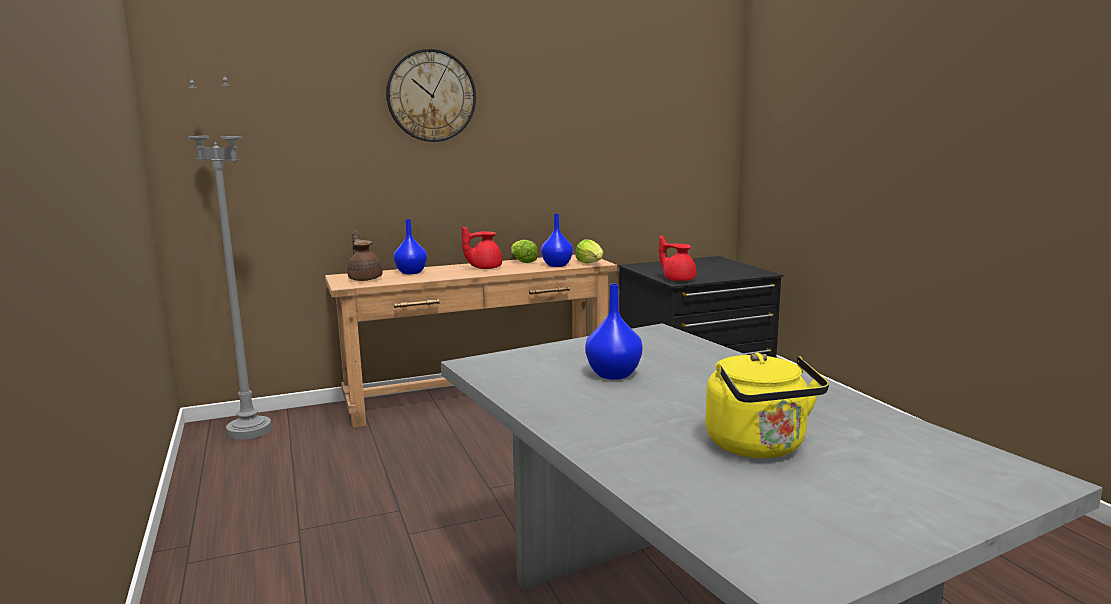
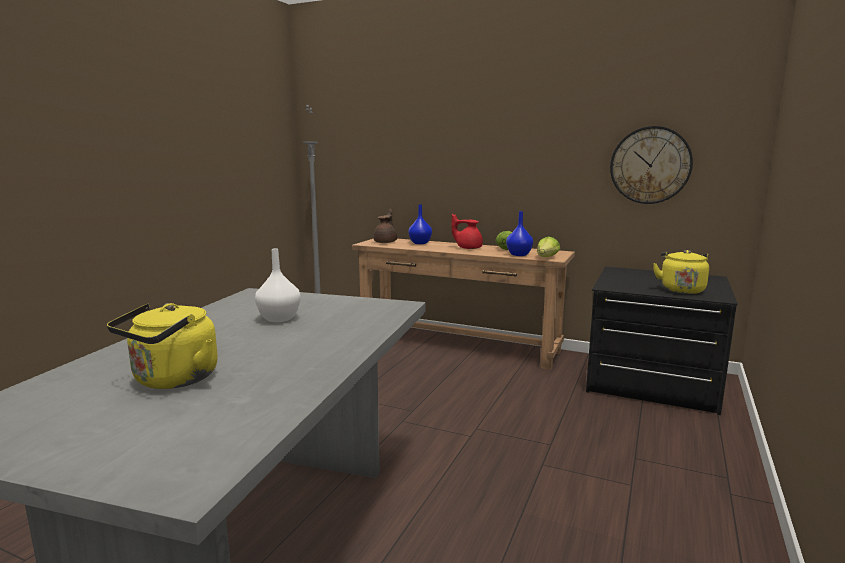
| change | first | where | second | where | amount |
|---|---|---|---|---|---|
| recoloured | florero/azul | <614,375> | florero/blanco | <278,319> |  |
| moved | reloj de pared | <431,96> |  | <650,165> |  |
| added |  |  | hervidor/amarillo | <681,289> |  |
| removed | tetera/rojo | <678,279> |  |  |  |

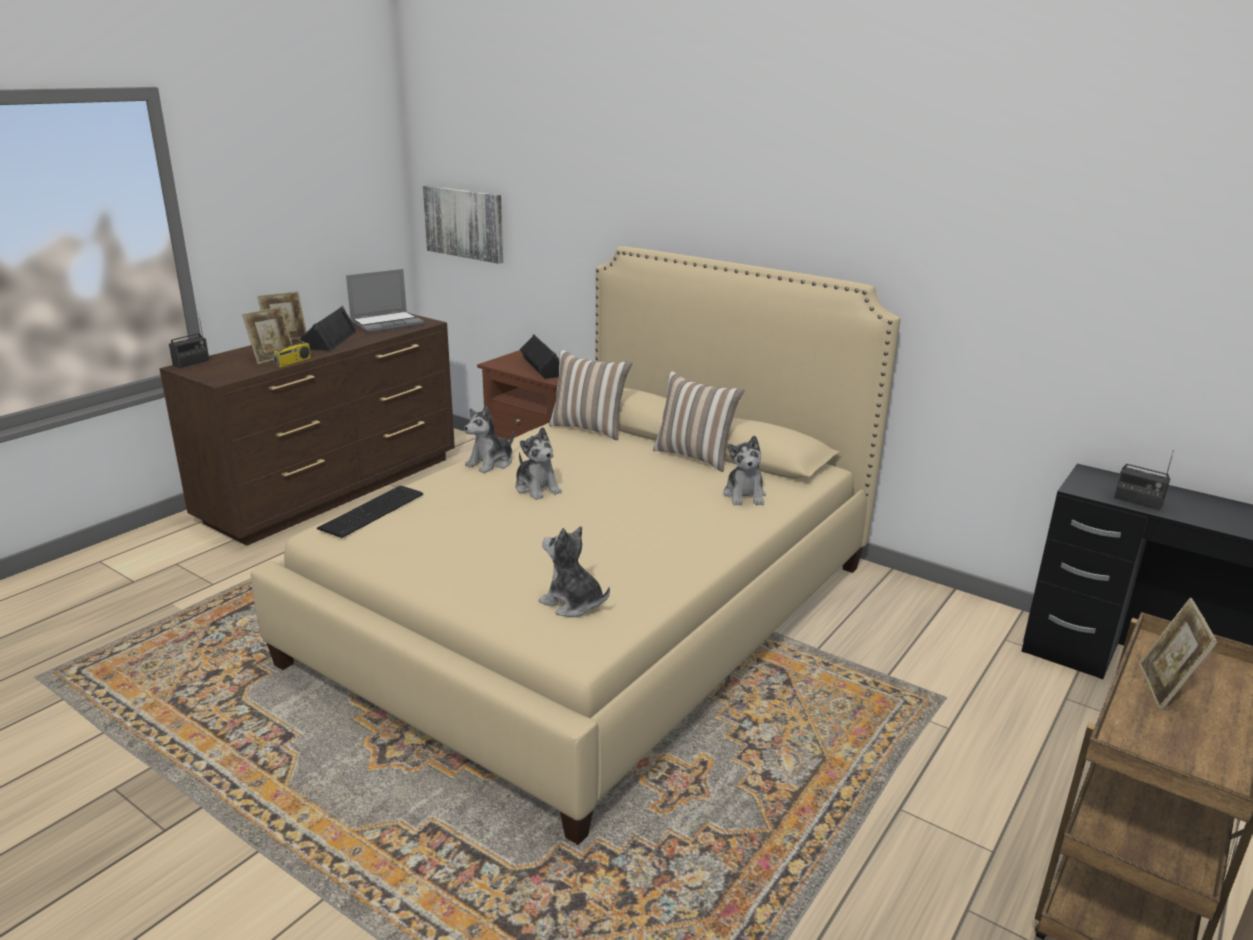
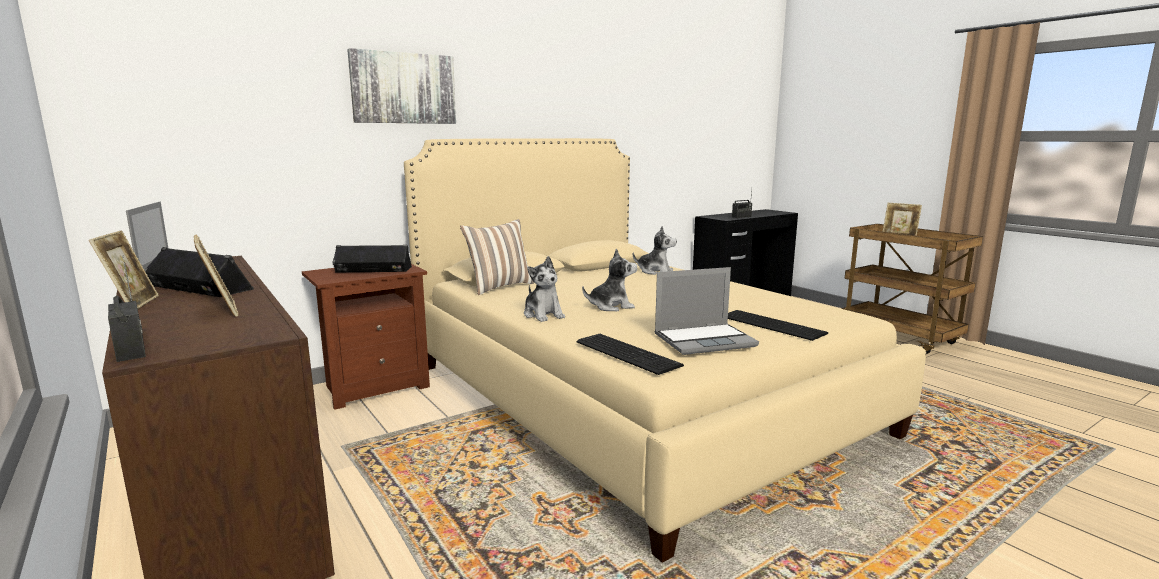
| change | first | where | second | where | amount |
|---|---|---|---|---|---|
| moved | cuadro | <464,223> |  | <403,88> |  |
| added |  |  | portátil | <705,340> |  |
| added |  |  | teclado | <772,324> |  |
| removed | radio | <293,362> |  |  |  |
| removed | peluche | <572,603> |  |  |  |
| removed | cojín | <695,456> |  |  |  |

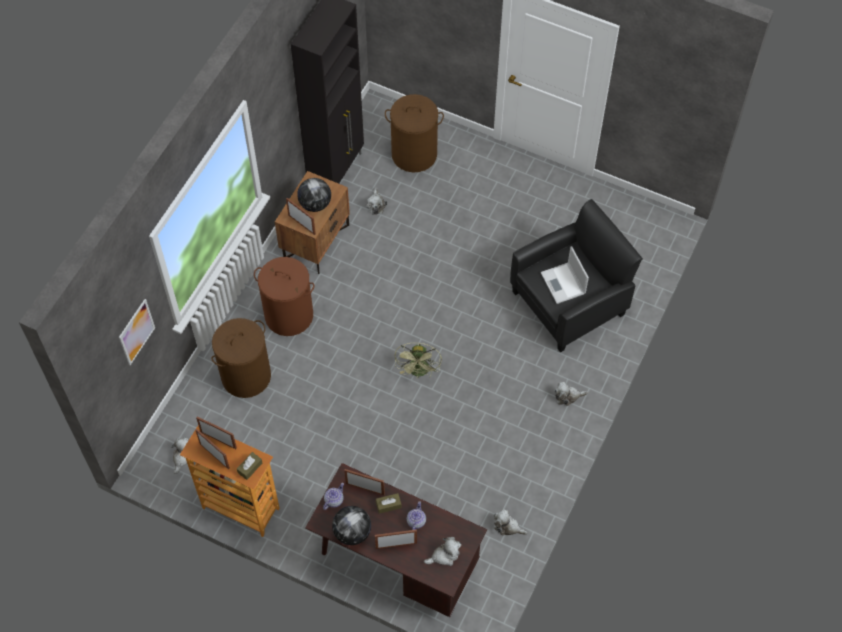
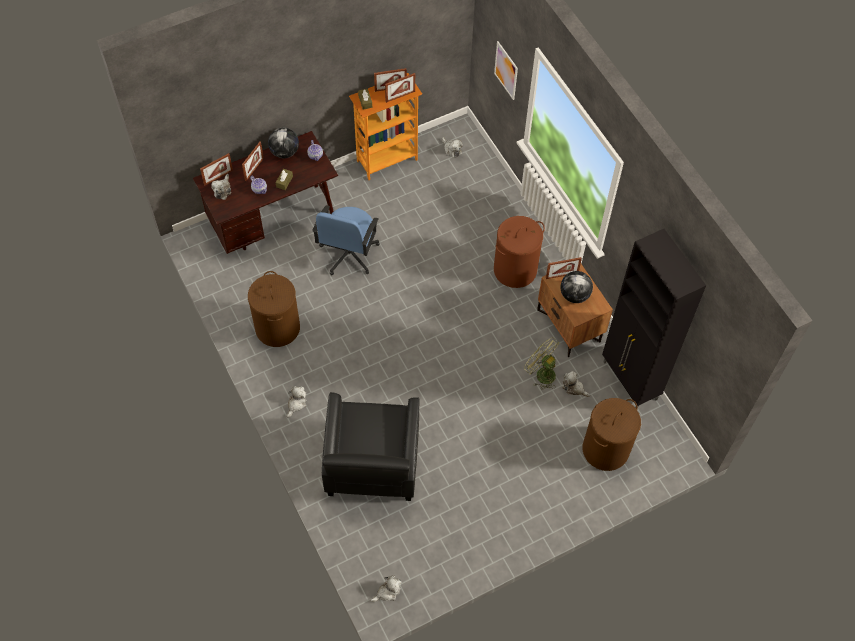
| change | first | where | second | where | amount |
|---|---|---|---|---|---|
| moved | portarretratos | <365,488> |  | <218,177> |  |
| moved | cesto de la ropa/marrón | <246,375> |  | <278,328> |  |
| added |  |  | silla de oficina/azul | <348,254> |  |
| moved | peluche | <507,527> |  | <387,592> |  |
| moved | ventilador/verde | <419,372> |  | <541,373> |  |
| removed | portátil | <563,284> |  |  |  |

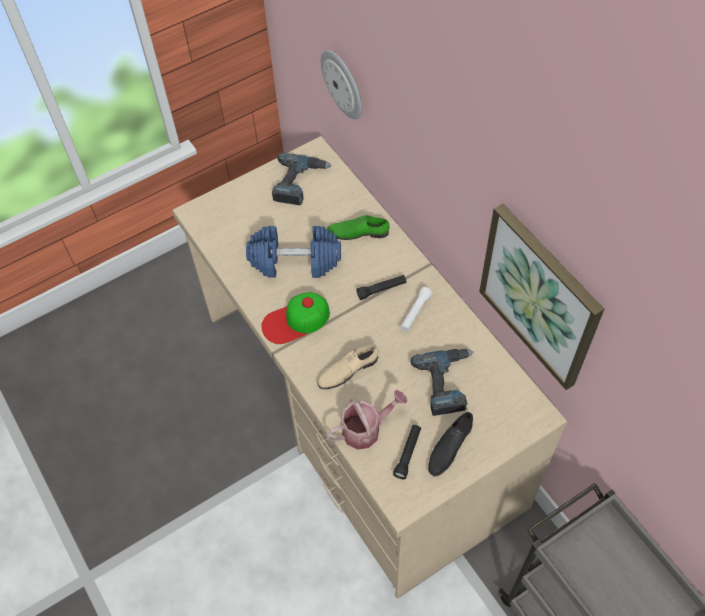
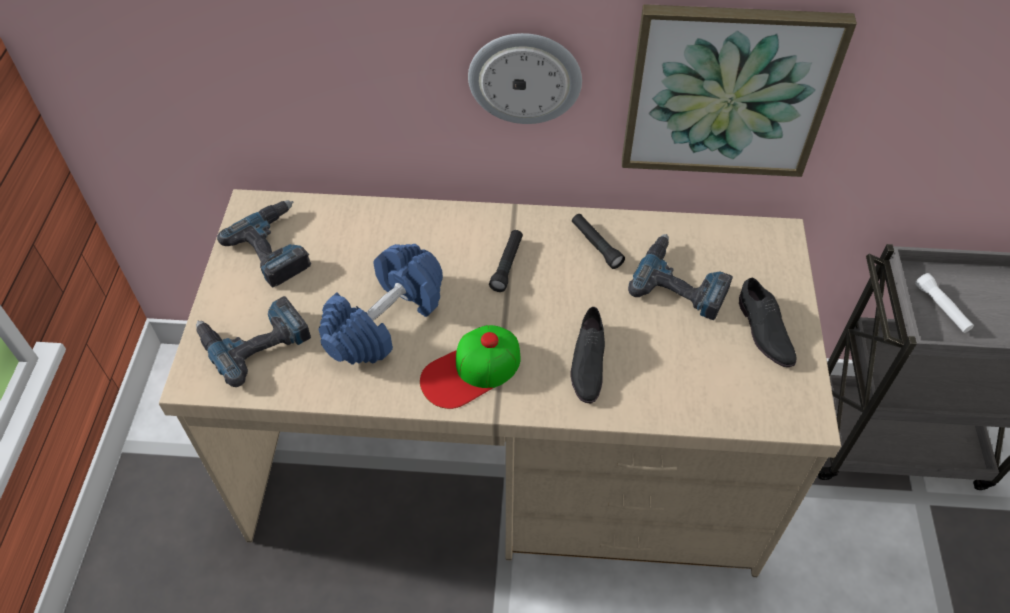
| change | first | where | second | where | amount |
|---|---|---|---|---|---|
| added |  |  | taladro | <254,340> |  |
| turned | gorra | <296,321> |  | <471,371> | 45 degrees clockwise |
| moved | reloj de pared | <343,83> |  | <525,77> |  |
| recoloured | zapato/beis | <347,370> | zapato/negro | <587,362> |  |
| moved | linterna/negro | <408,454> |  | <596,245> |  |
| moved | linterna/blanco | <415,312> |  | <941,308> |  |
| removed | regadera | <366,429> |  |  |  |
| removed | zapato/verde | <357,232> |  |  |  |

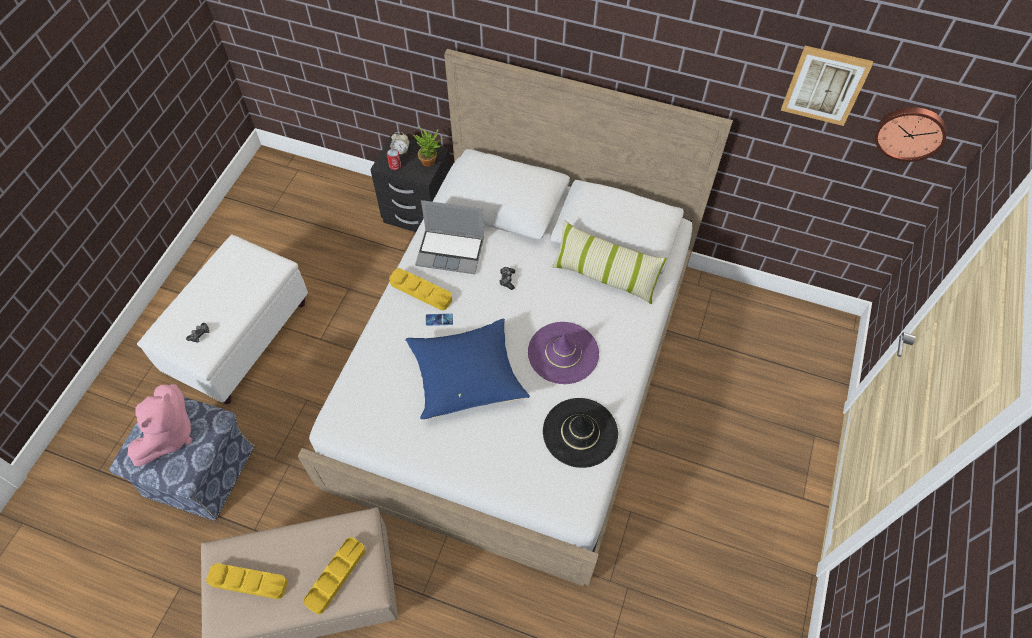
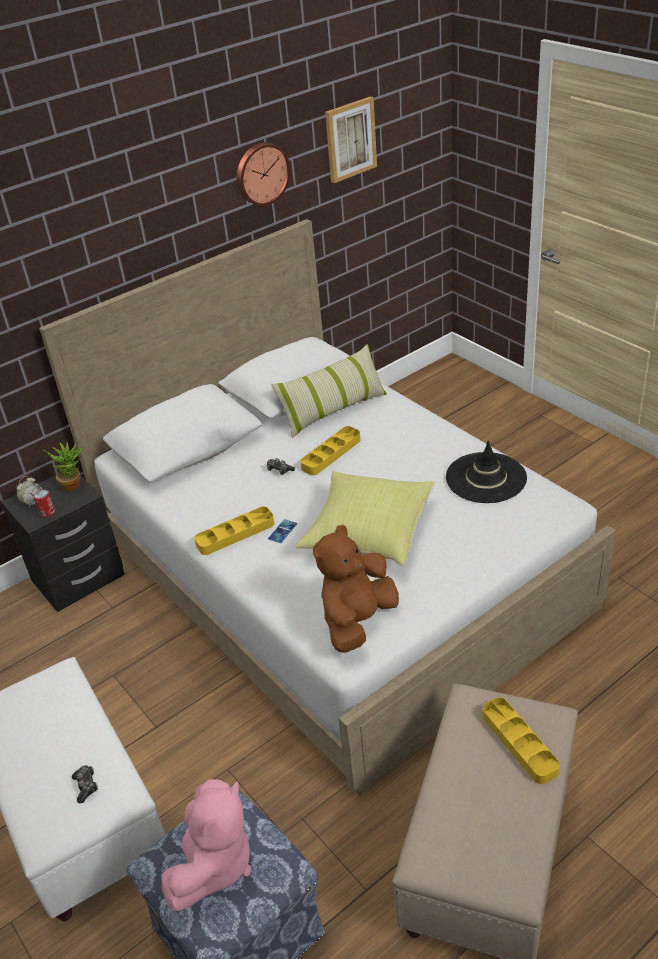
| change | first | where | second | where | amount |
|---|---|---|---|---|---|
| turned | peluche/rosa | <169,435> |  | <214,864> | 60 degrees clockwise |
| moved | reloj de pared | <910,132> |  | <261,173> |  |
| recoloured | cojín/azul | <467,377> | cojín/amarillo | <368,532> |  |
| moved | bandeja/amarillo | <248,582> |  | <331,454> |  |
| added |  |  | peluche/marrón | <357,621> |  |
| removed | portátil | <451,251> |  |  |  |
| removed | sombrero/morado | <563,353> |  |  |  |

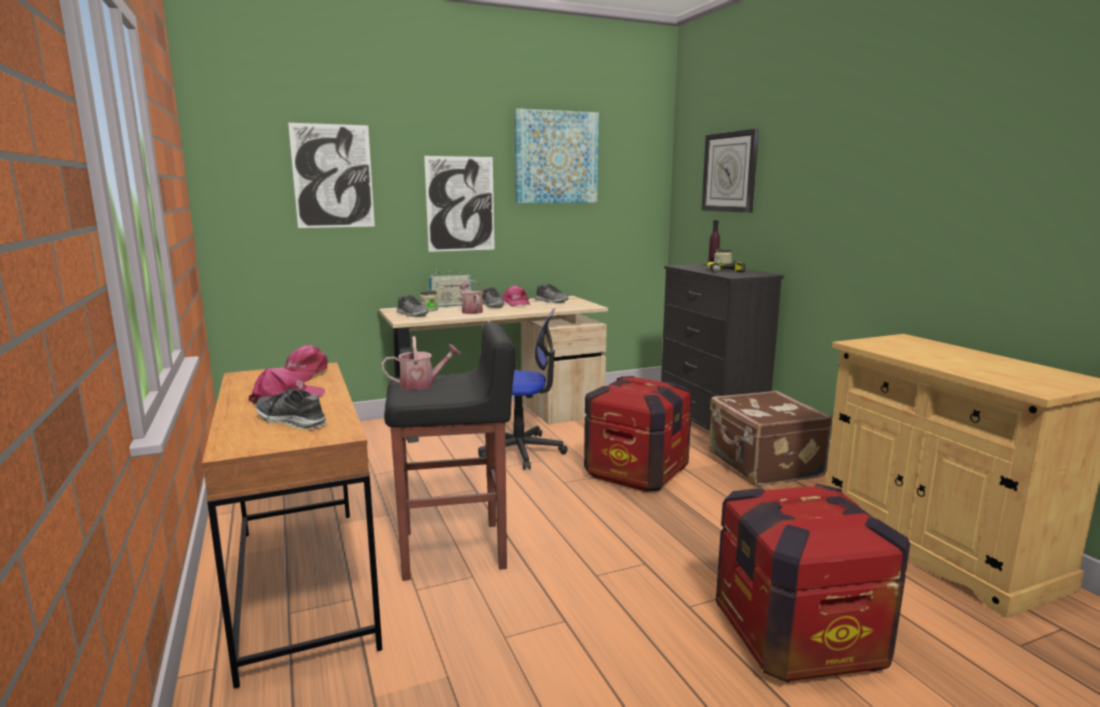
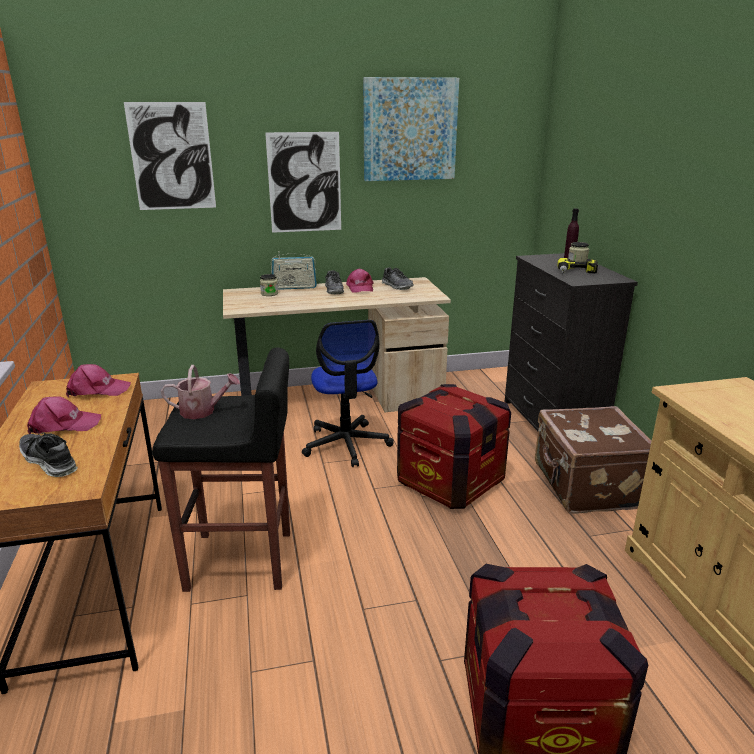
| change | first | where | second | where | amount |
|---|---|---|---|---|---|
| turned | gorra/rosa | <303,374> |  | <98,390> | 120 degrees counterclockwise |
| turned | silla de oficina | <521,451> |  | <346,444> | 60 degrees clockwise |
| removed | zapato | <412,315> |  |  |  |
| removed | regadera | <471,311> |  |  |  |
| removed | reloj de pared | <730,172> |  |  |  |

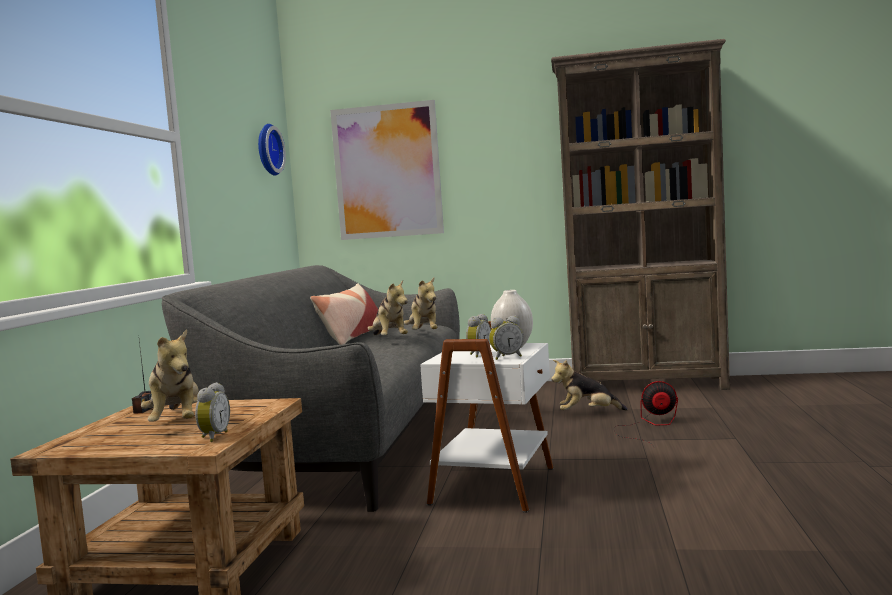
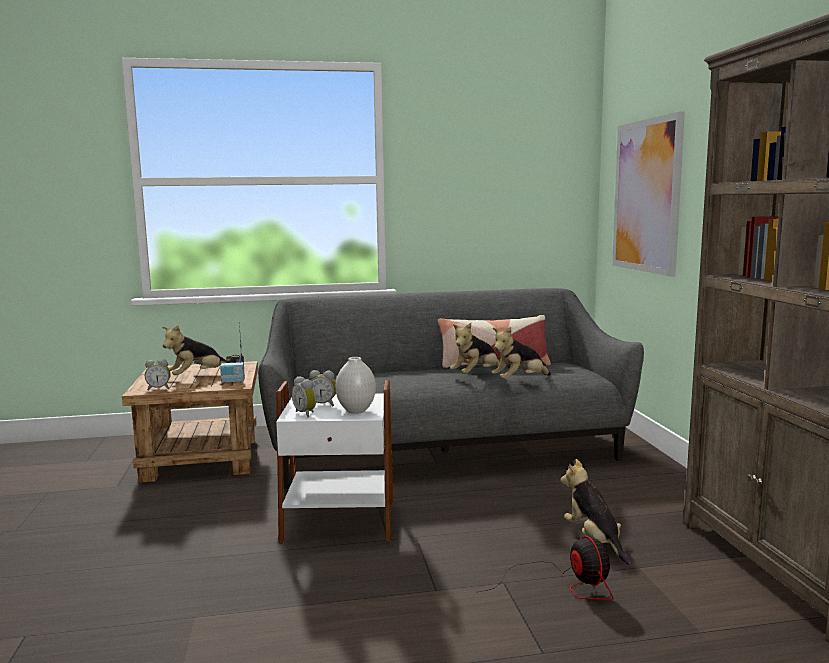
| change | first | where | second | where | amount |
|---|---|---|---|---|---|
| added |  |  | radio | <233,382> |  |
| removed | reloj de pared | <267,150> |  |  |  |

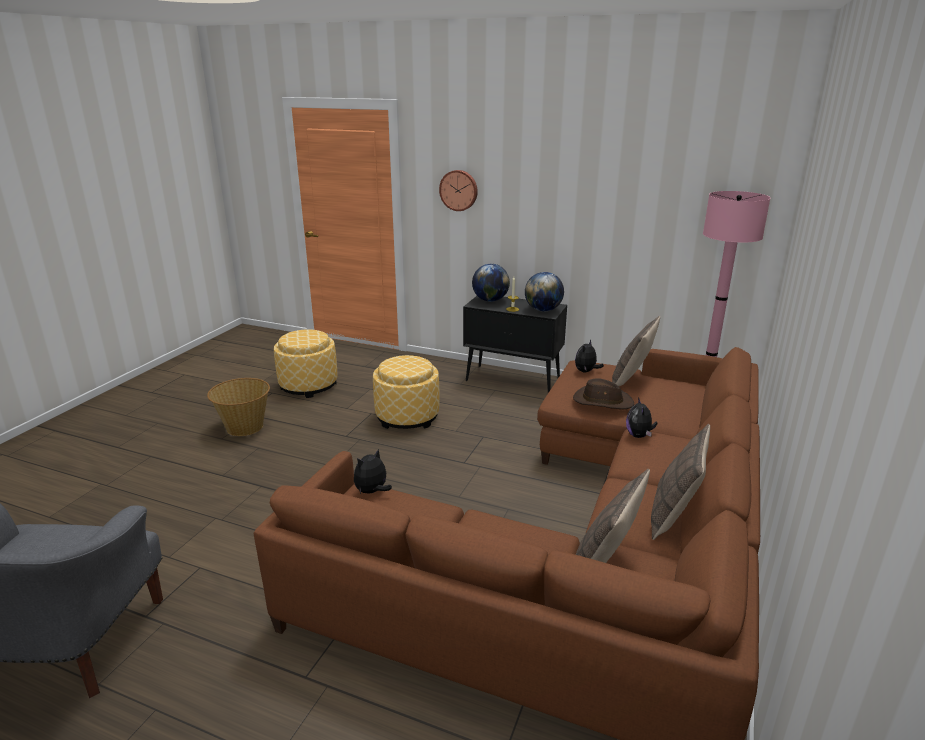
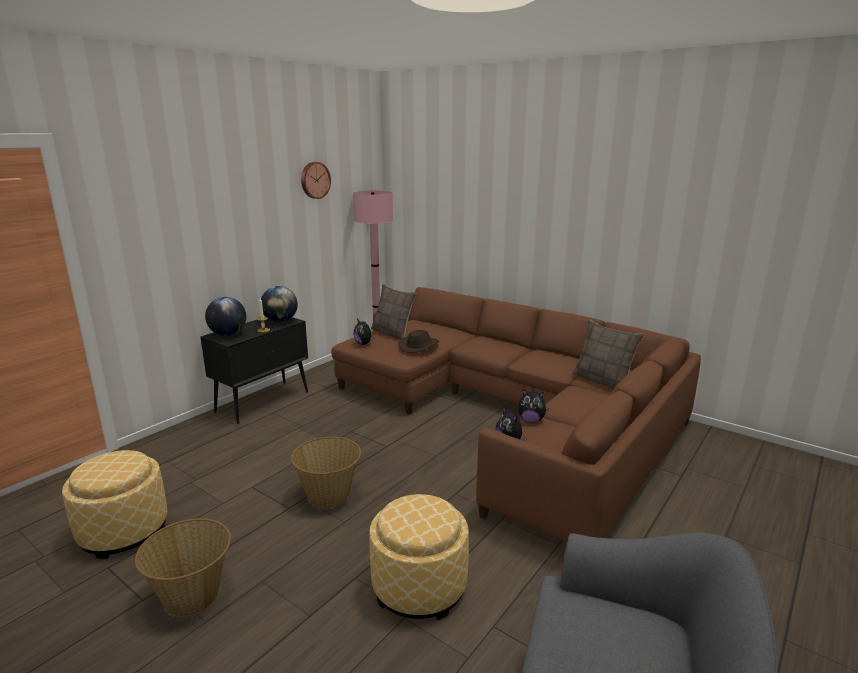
| change | first | where | second | where | amount |
|---|---|---|---|---|---|
| added |  |  | cesta | <329,495> |  |
| moved | reloj de pared | <459,190> |  | <314,180> |  |
| moved | puf | <407,416> |  | <419,587> |  |
| moved | peluche | <639,436> |  | <531,420> |  |
| removed | cojín | <674,516> |  |  |  |

